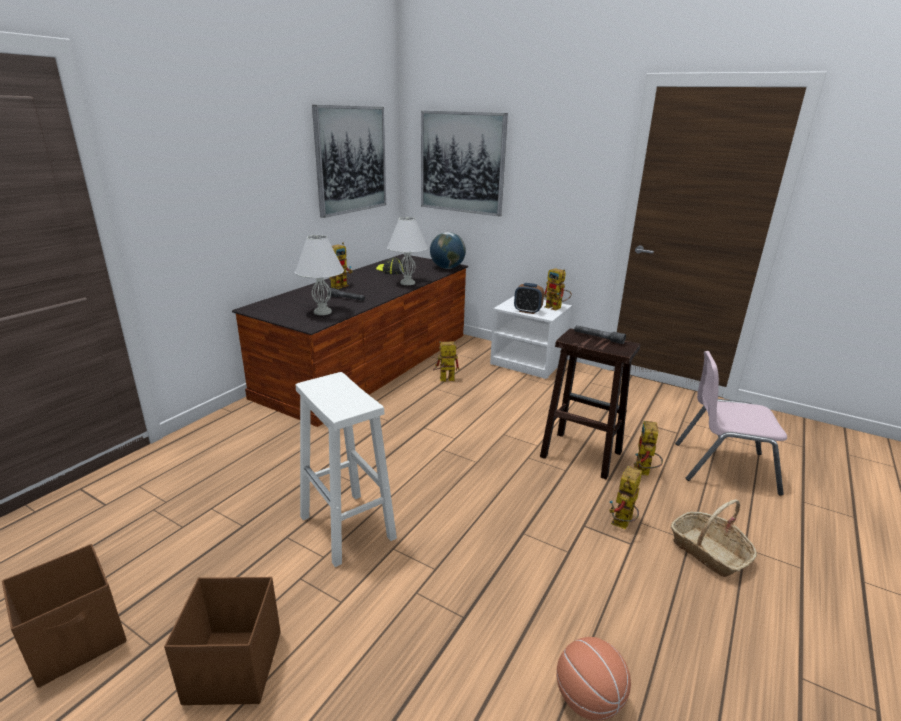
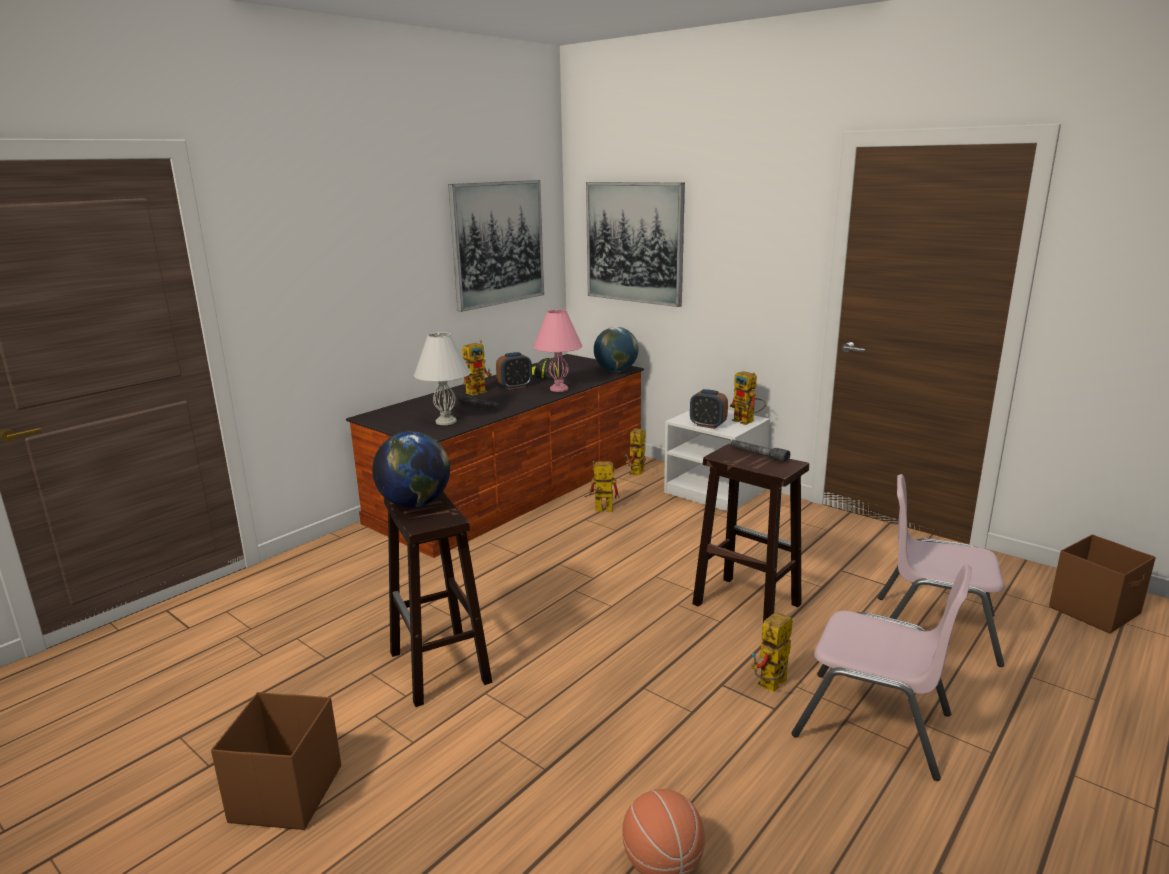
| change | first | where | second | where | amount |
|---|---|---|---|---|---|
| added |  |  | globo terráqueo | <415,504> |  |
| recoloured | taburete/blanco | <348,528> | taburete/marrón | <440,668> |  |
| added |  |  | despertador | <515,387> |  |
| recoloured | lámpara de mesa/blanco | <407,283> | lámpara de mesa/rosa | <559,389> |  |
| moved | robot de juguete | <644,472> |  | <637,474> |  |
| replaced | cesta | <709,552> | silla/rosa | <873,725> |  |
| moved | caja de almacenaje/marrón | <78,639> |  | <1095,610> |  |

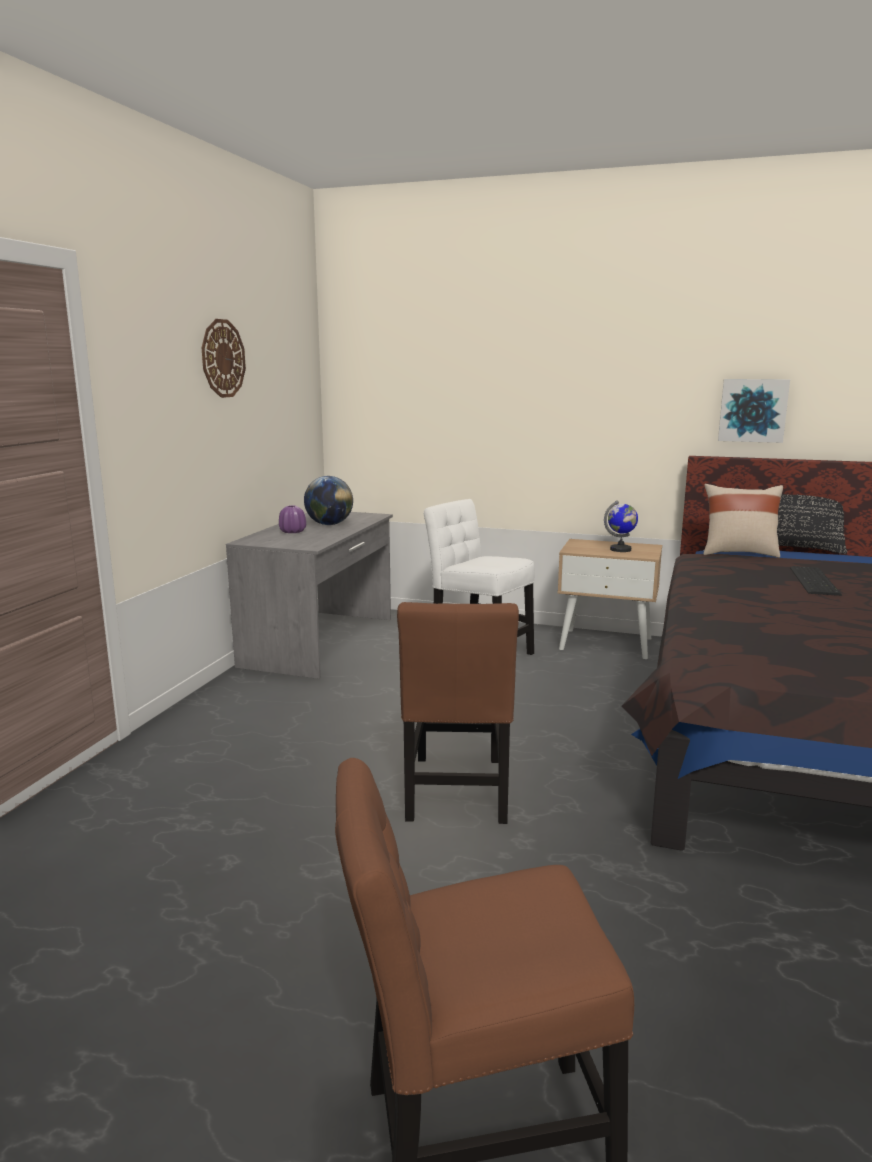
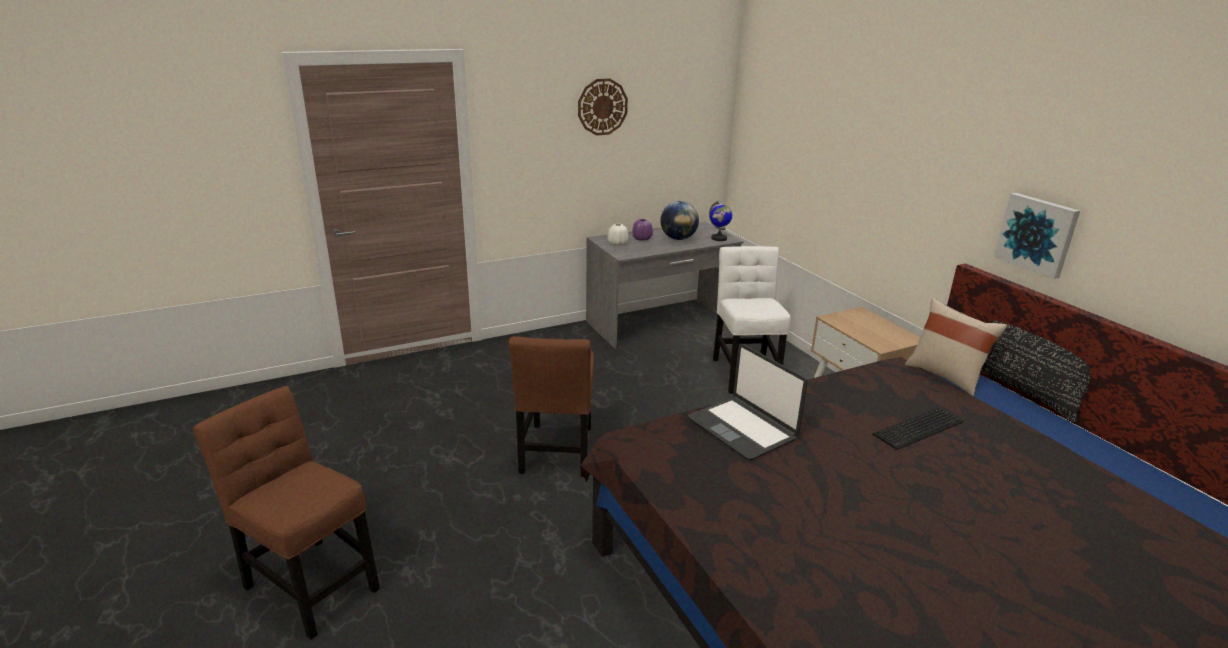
| change | first | where | second | where | amount |
|---|---|---|---|---|---|
| turned | silla/marrón | <457,793> |  | <557,453> | 45 degrees counterclockwise |
| added |  |  | florero/blanco | <617,244> |  |
| added |  |  | portátil | <742,428> |  |
| moved | globo terráqueo | <620,549> |  | <719,238> |  |

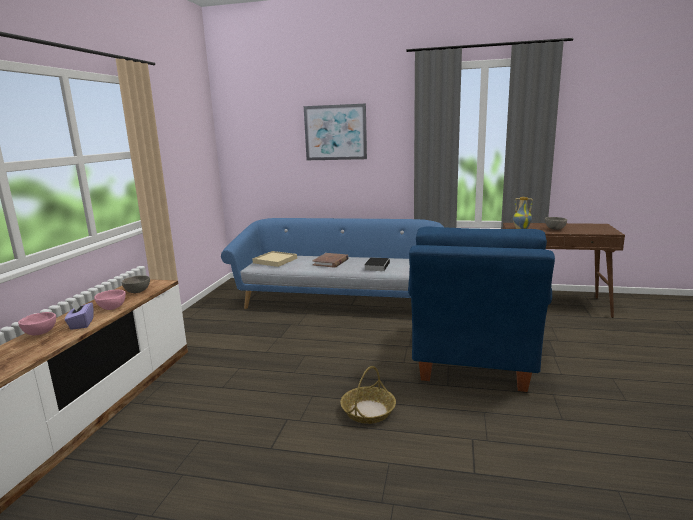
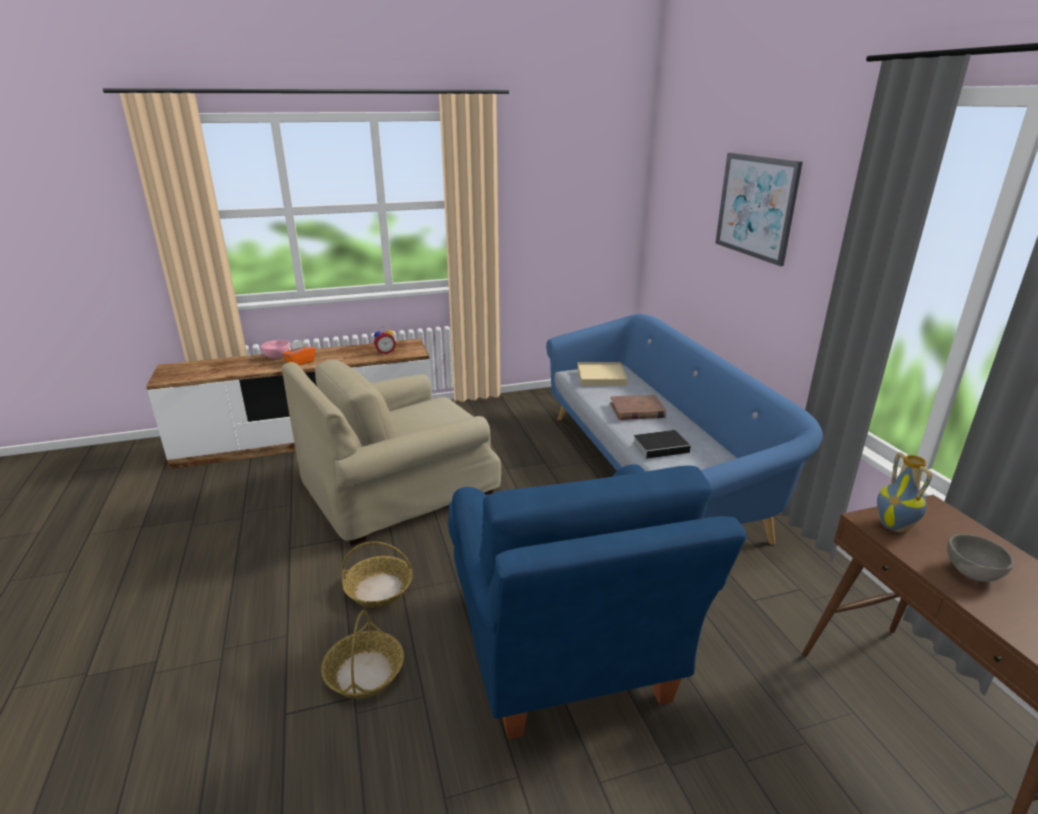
| change | first | where | second | where | amount |
|---|---|---|---|---|---|
| recoloured | caja de pañuelos/morado | <81,324> | caja de pañuelos/naranja | <300,362> |  |
| added |  |  | sillón/beis | <400,489> |  |
| added |  |  | cesta | <365,673> |  |
| replaced | cuenco/gris | <137,292> | despertador | <385,352> |  |
| turned | sillón/azul | <473,361> |  | <565,653> | 90 degrees counterclockwise |
| removed | cuenco/rosa | <112,308> |  |  |  |

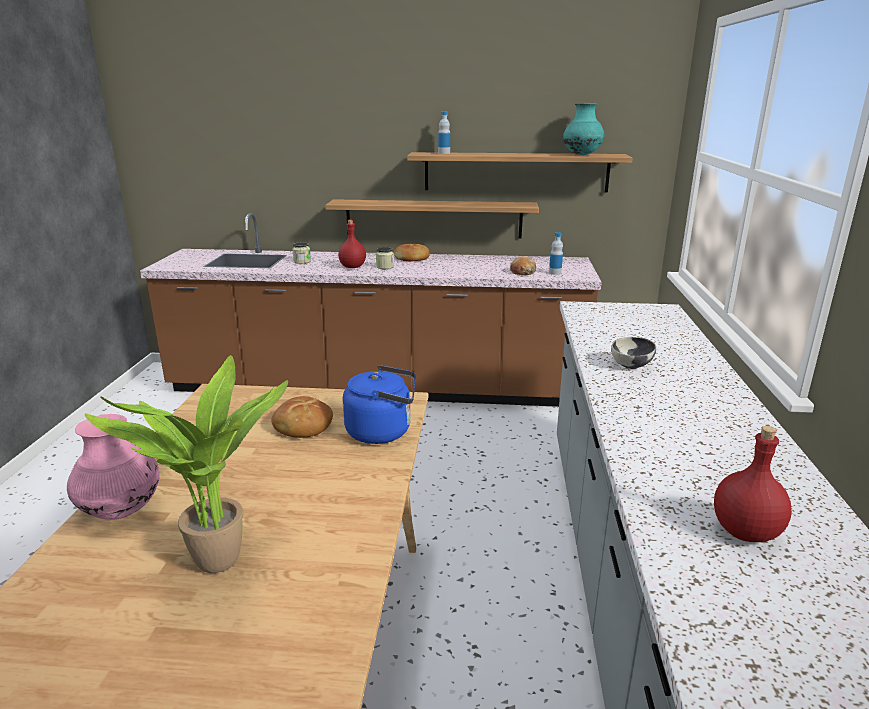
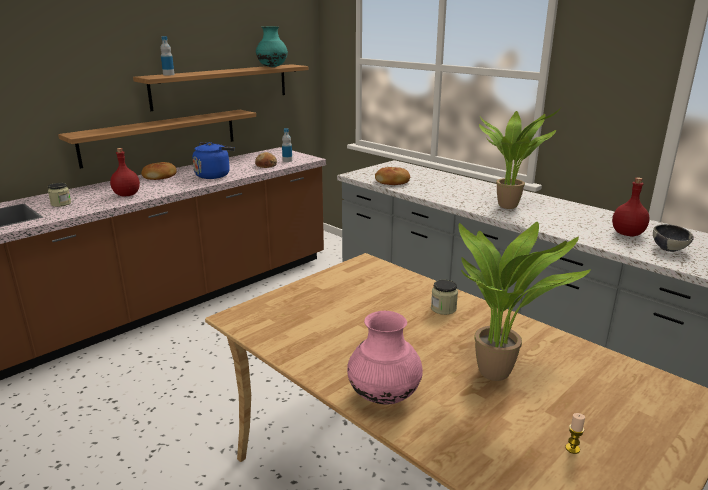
| change | first | where | second | where | amount |
|---|---|---|---|---|---|
| moved | hervidor/azul | <383,431> |  | <214,175> |  |
| moved | pan | <302,426> |  | <392,182> |  |
| moved | tarro | <385,267> |  | <443,308> |  |
| added |  |  | planta en maceta | <510,206> |  |
| added |  |  | vela | <572,448> |  |
| moved | cuenco | <631,366> |  | <669,249> |  |

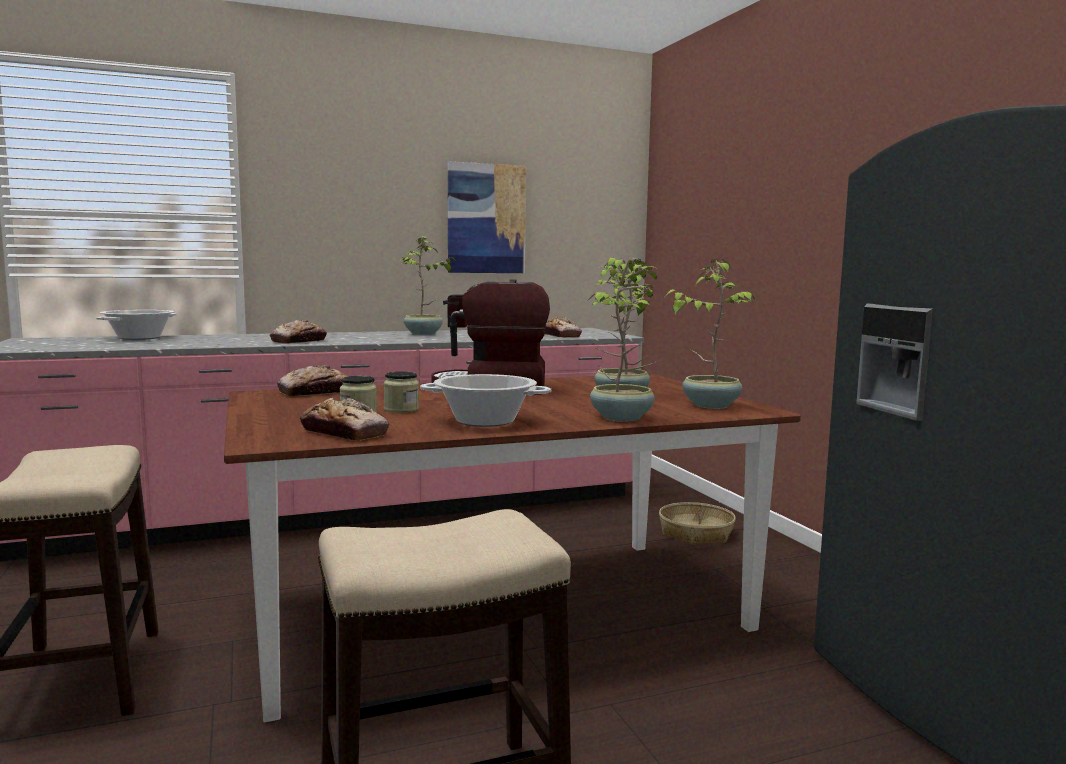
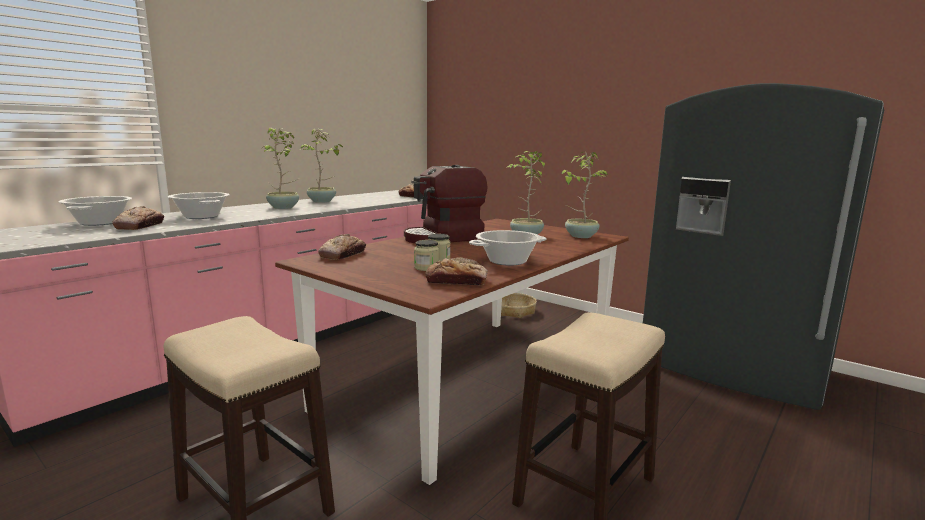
| change | first | where | second | where | amount |
|---|---|---|---|---|---|
| moved | pan | <299,341> |  | <140,226> |  |
| added |  |  | olla | <201,217> |  |
| moved | planta en maceta | <623,418> |  | <284,207> |  |
| removed | cuadro | <486,219> |  |  |  |

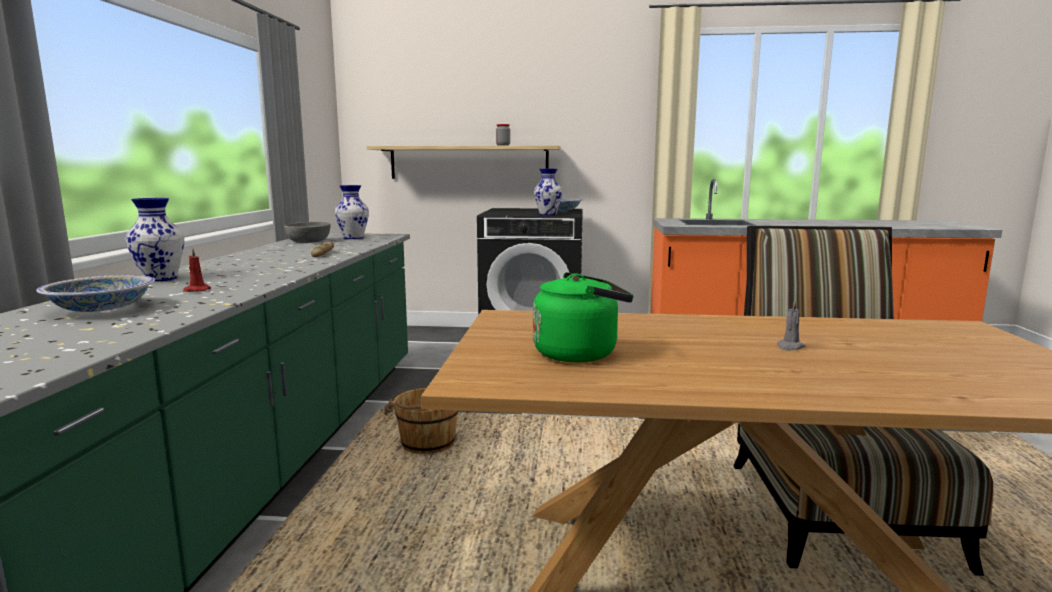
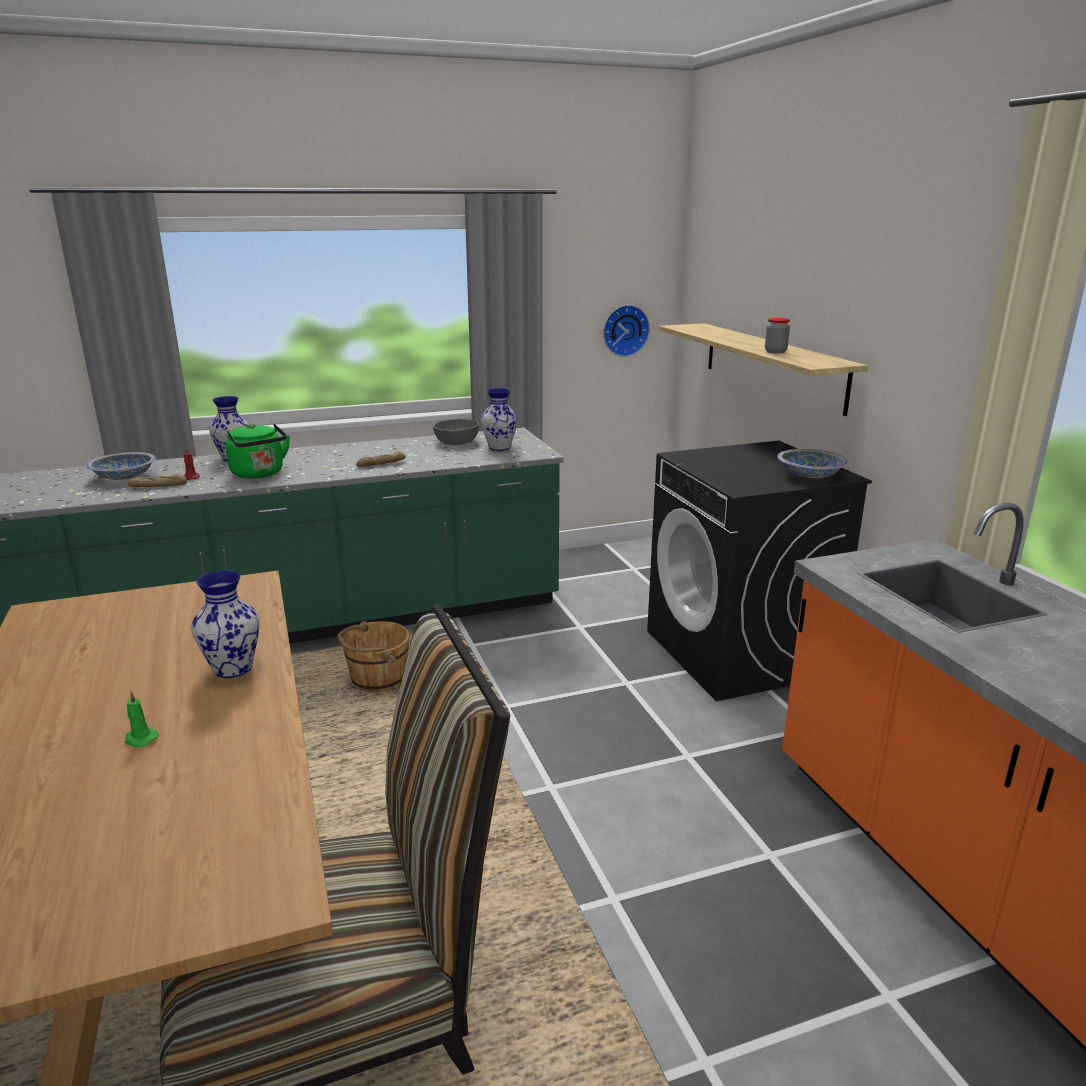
| change | first | where | second | where | amount |
|---|---|---|---|---|---|
| recoloured | vela/gris | <790,347> | vela/verde | <140,739> |  |
| added |  |  | pan | <158,486> |  |
| moved | florero | <548,214> |  | <234,668> |  |
| moved | hervidor/verde | <580,353> |  | <259,474> |  |
| added |  |  | reloj de pared | <624,330> |  |

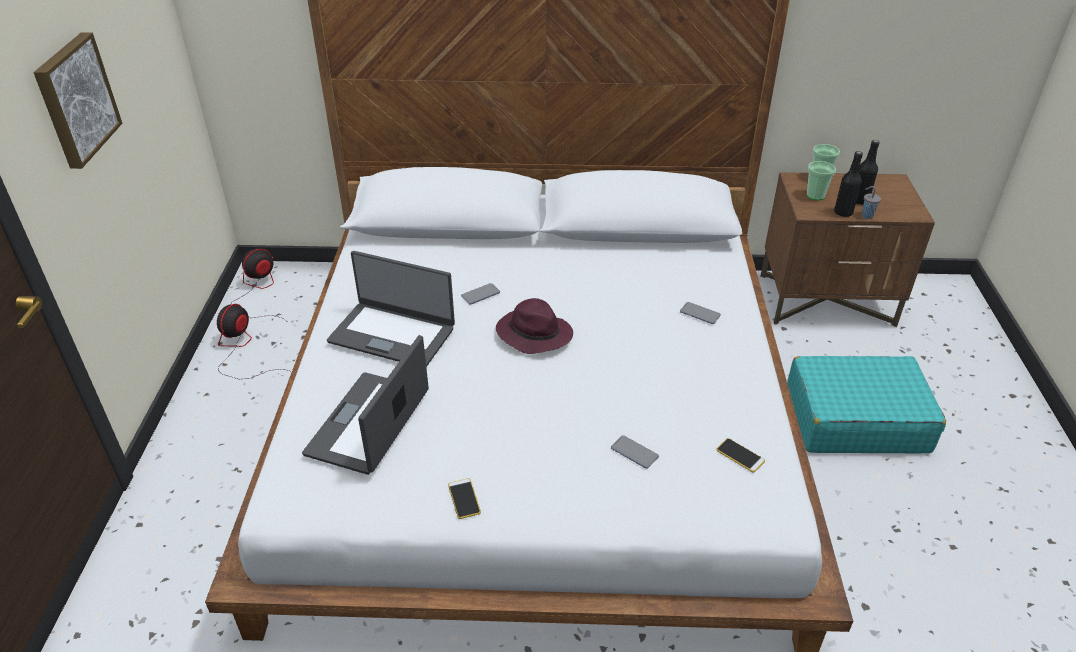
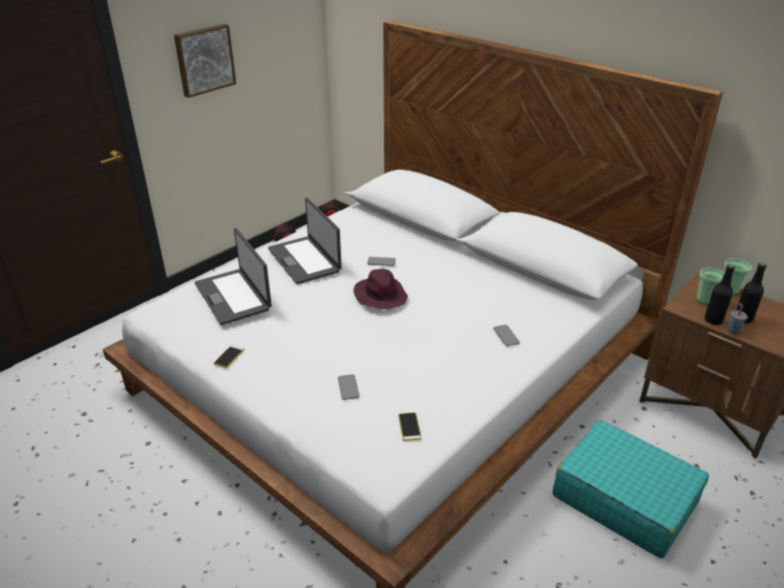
| change | first | where | second | where | amount |
|---|---|---|---|---|---|
| turned | portátil | <370,423> |  | <233,296> | 90 degrees counterclockwise |

